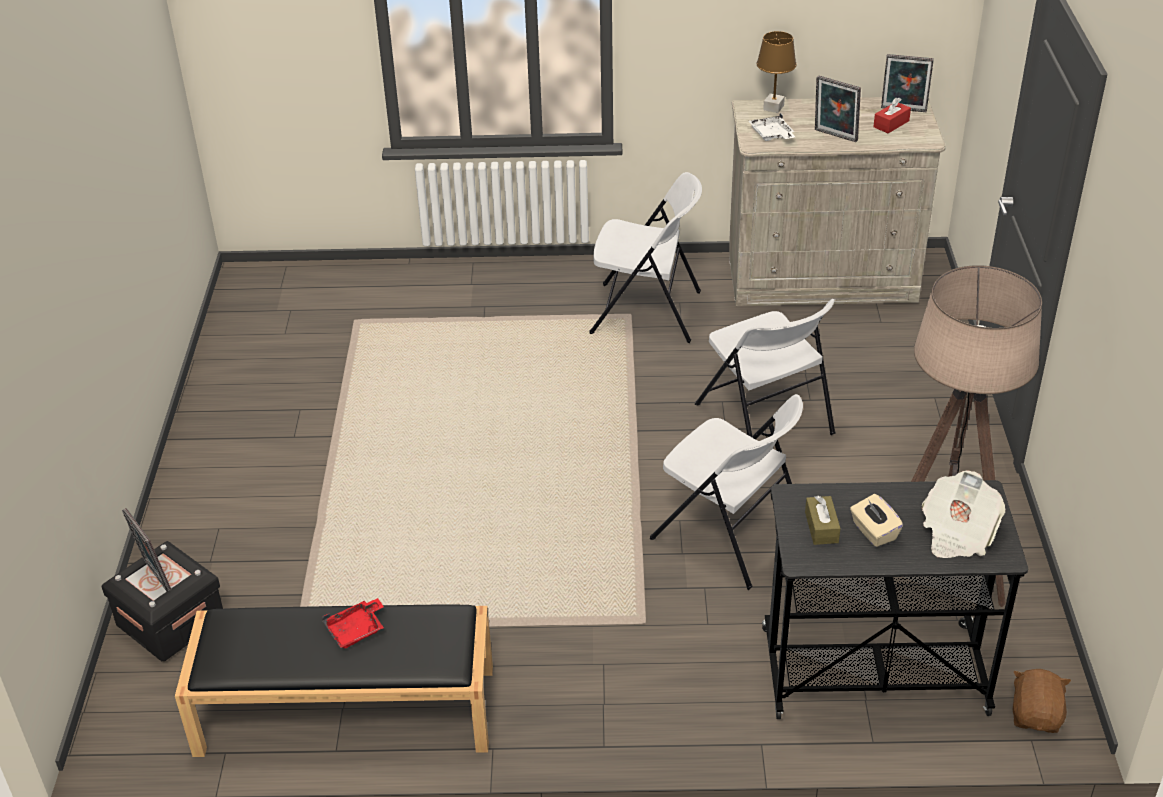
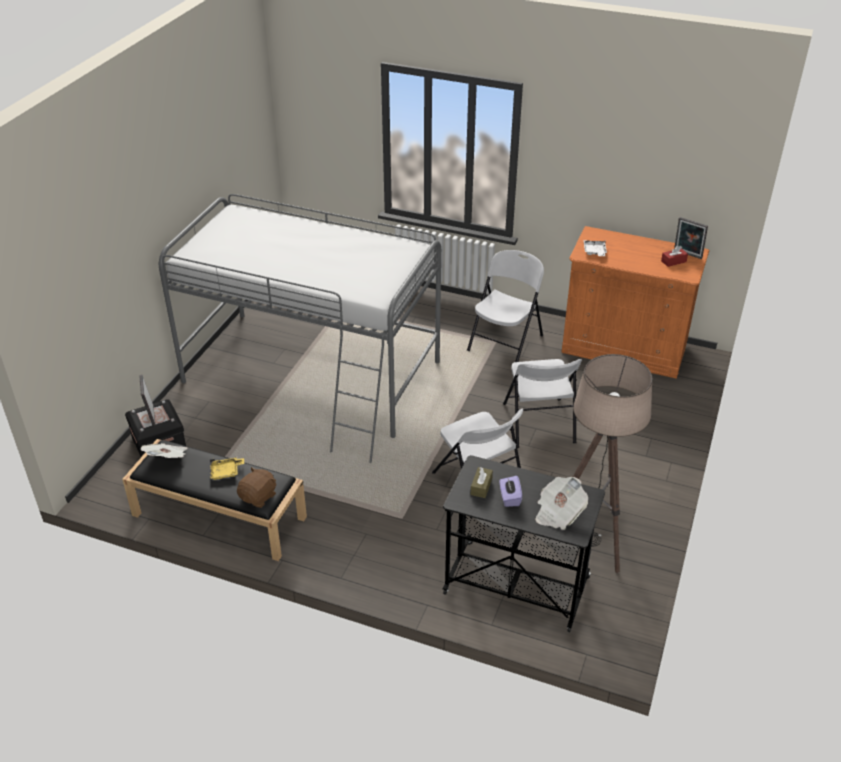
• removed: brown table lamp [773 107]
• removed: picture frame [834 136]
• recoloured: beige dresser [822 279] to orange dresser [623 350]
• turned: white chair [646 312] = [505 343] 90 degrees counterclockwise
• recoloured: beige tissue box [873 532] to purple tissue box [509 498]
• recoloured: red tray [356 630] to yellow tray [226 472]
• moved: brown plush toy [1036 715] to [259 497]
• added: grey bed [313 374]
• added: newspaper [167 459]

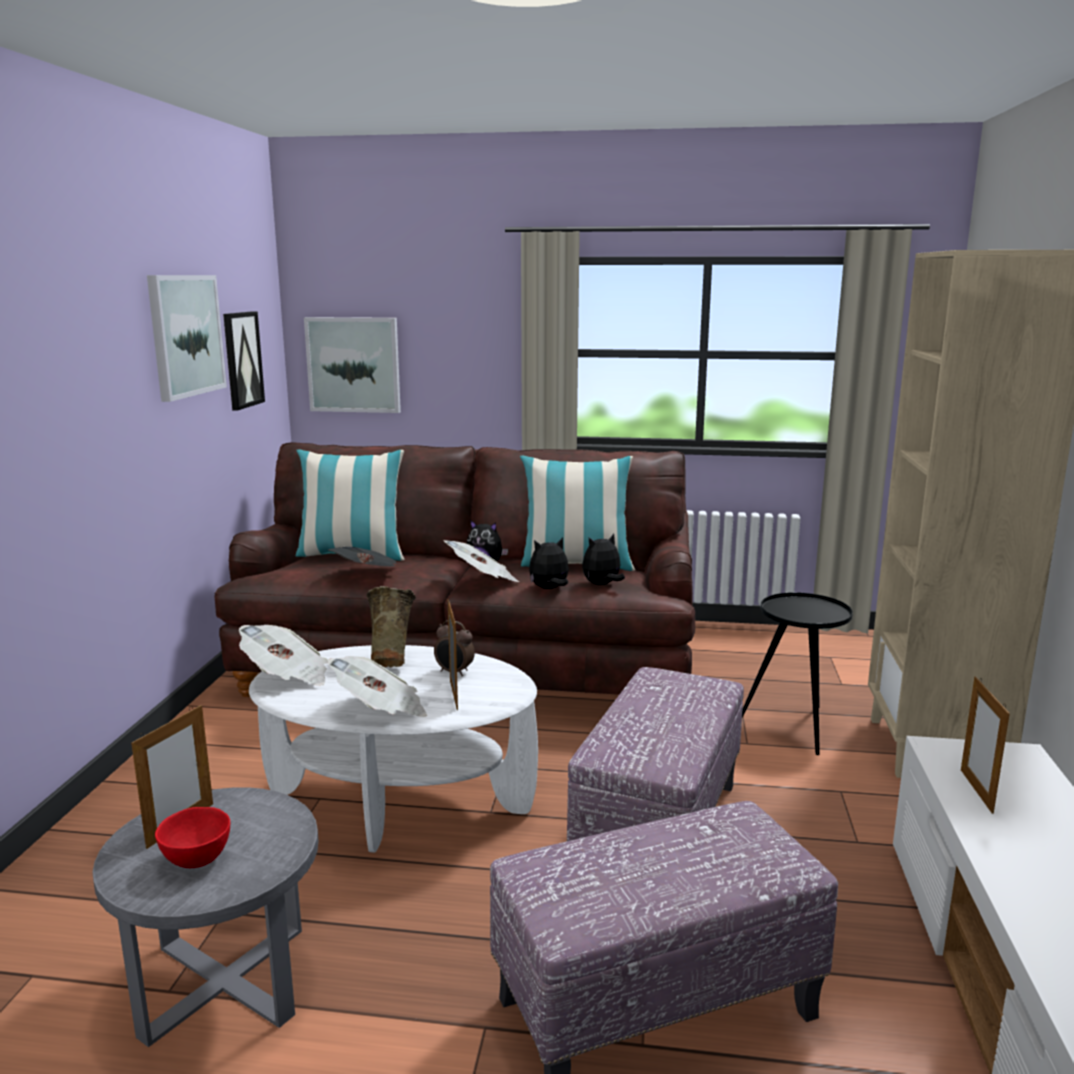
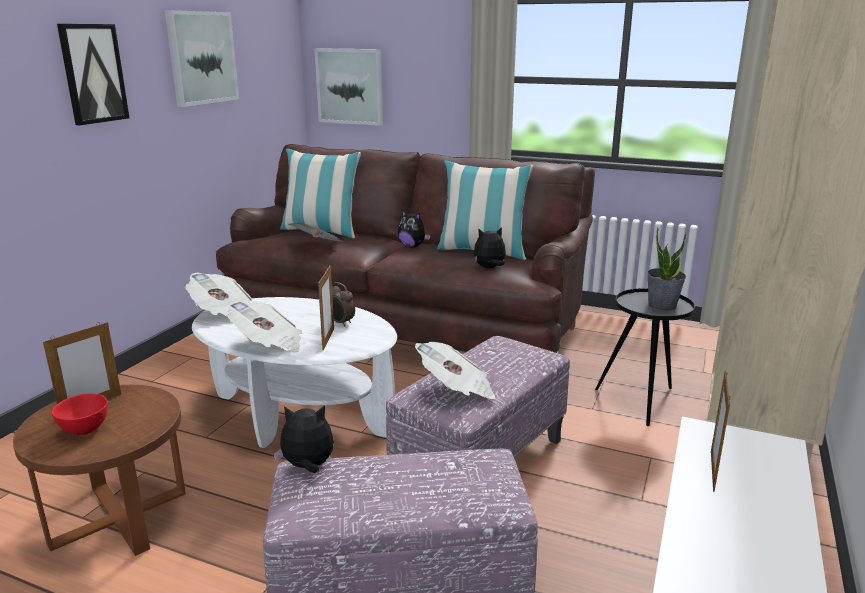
• moved: picture [242 359] to [93 73]
• moved: plush toy [549 589] to [308 467]
• moved: newspaper [482 579] to [456 389]
• removed: beige vase [391 661]
• recoloured: grey side table [225 980] to brown side table [119 517]
• added: potted plant [662 305]

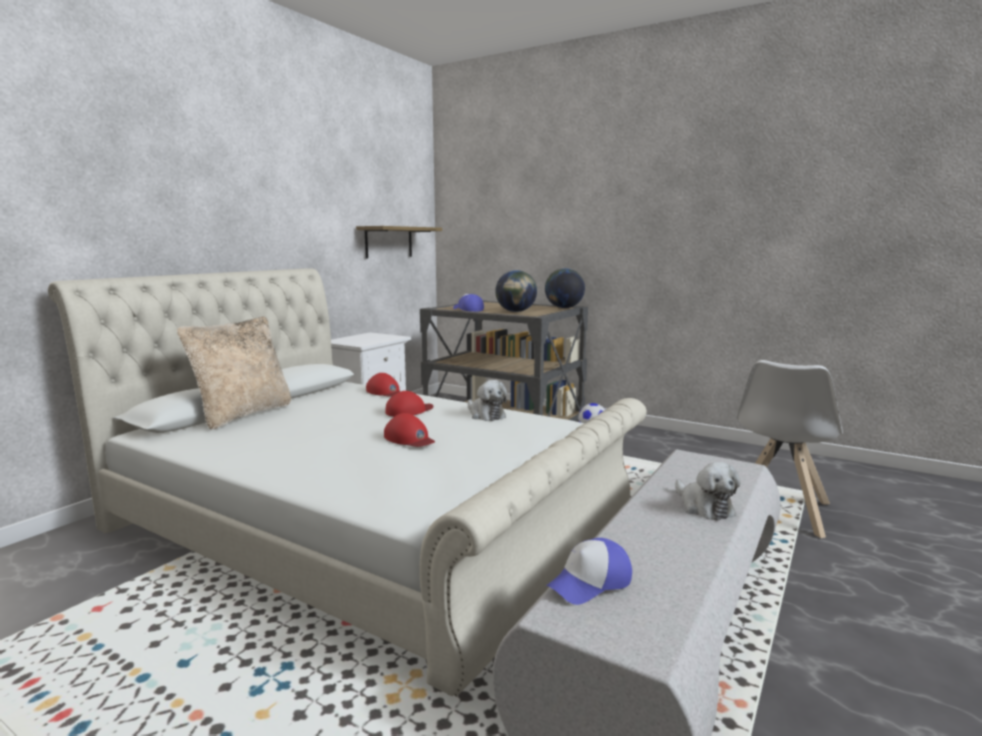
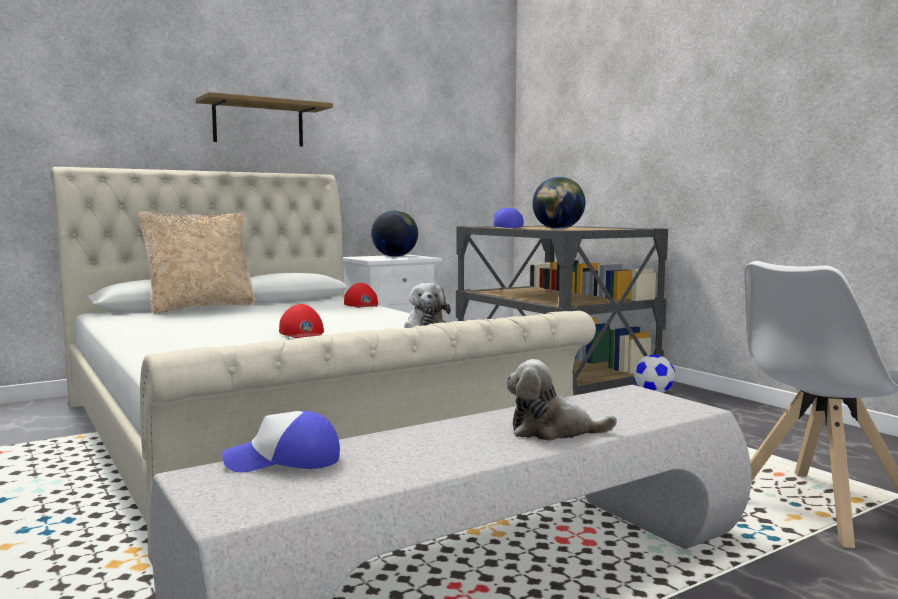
• moved: shelf [388 242] to [258 123]
• moved: globe [564 308] to [394 256]
• removed: red cap [409 411]
• turned: plush toy [704 507] = [552 431] 90 degrees clockwise

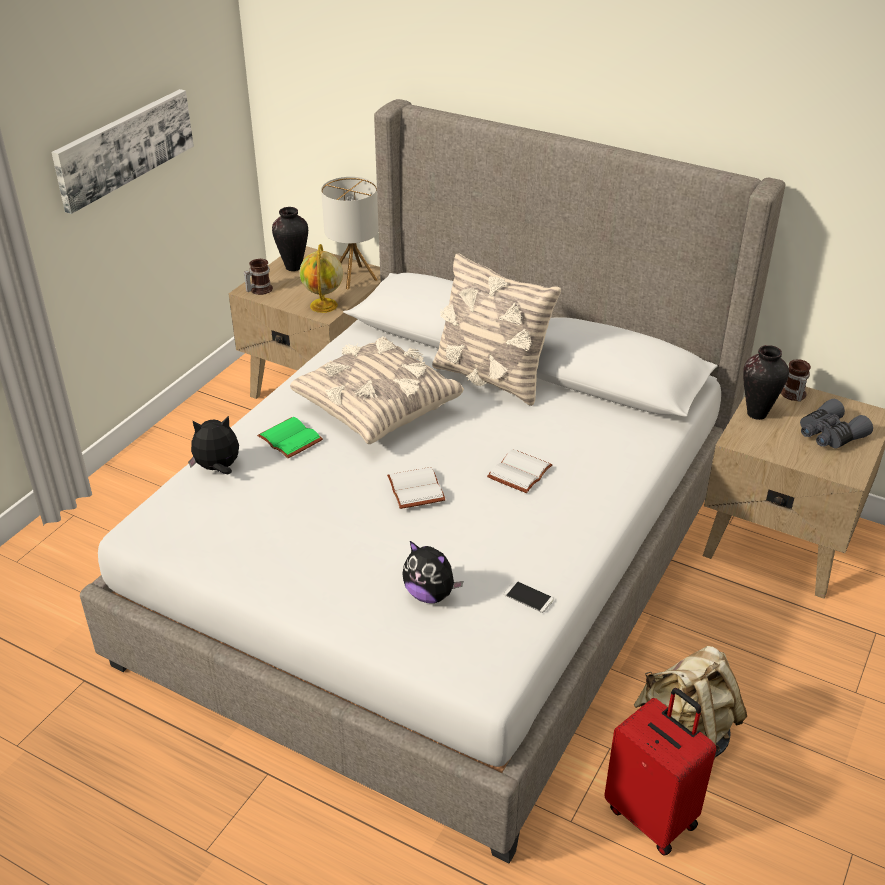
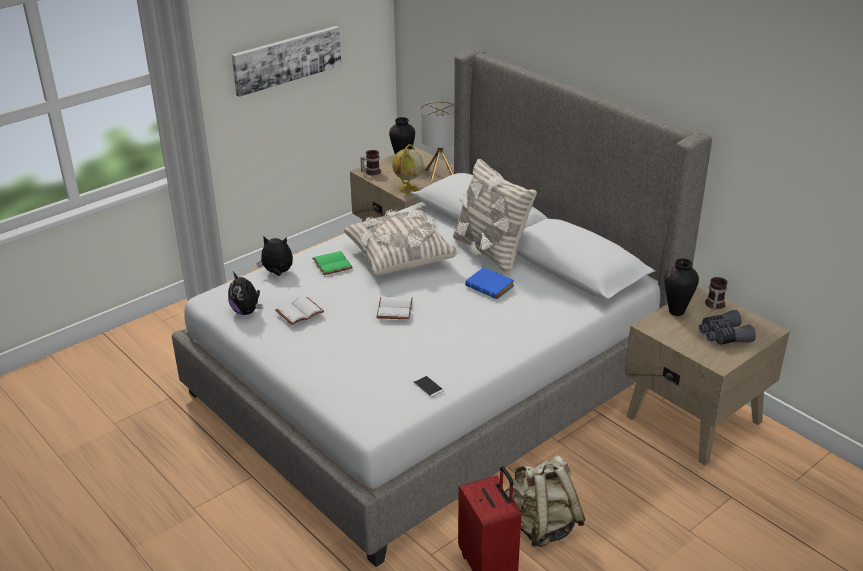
• moved: white book [520 473] to [299 313]
• moved: plush toy [430 594] to [246 311]
• added: blue book [491 287]

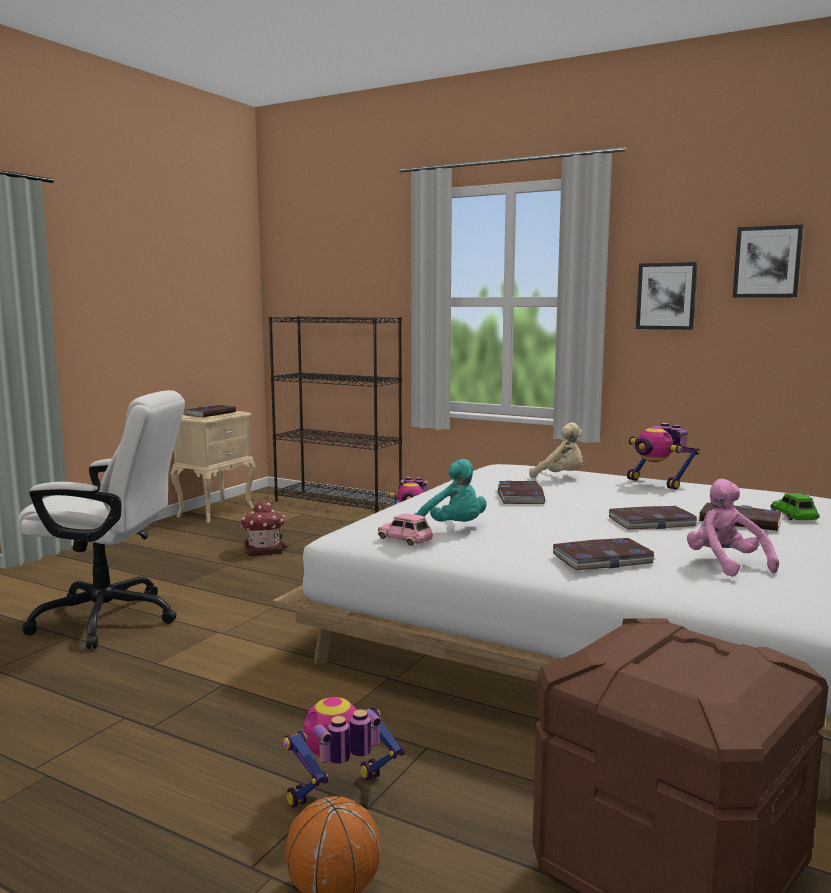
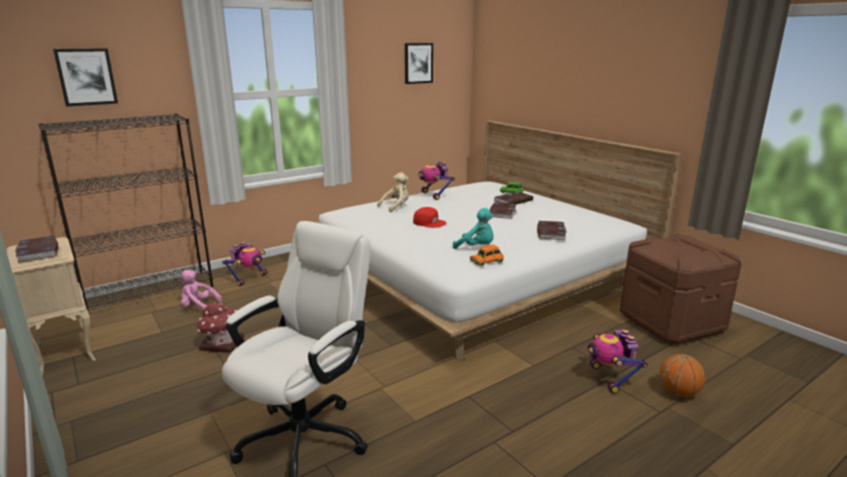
• moved: picture [666 296] to [86 77]
• turned: toy robot [657 483] = [434 195] 75 degrees clockwise
• turned: turquoise plush toy [454 528] = [476 247] 45 degrees clockwise
• moved: pink plush toy [725 564] to [198 307]
• replaced: book [521 496] to red cap [429 222]
• recoloured: pink toy car [406 538] to orange toy car [486 261]

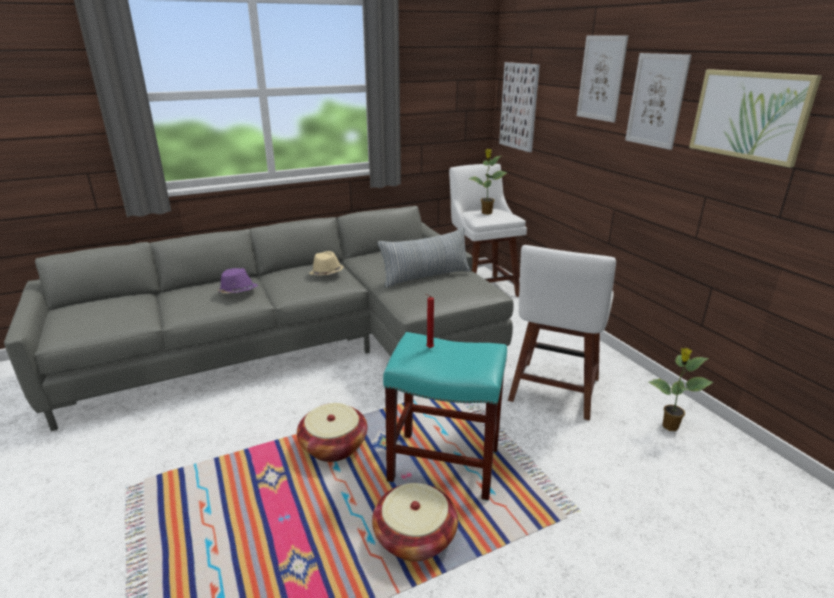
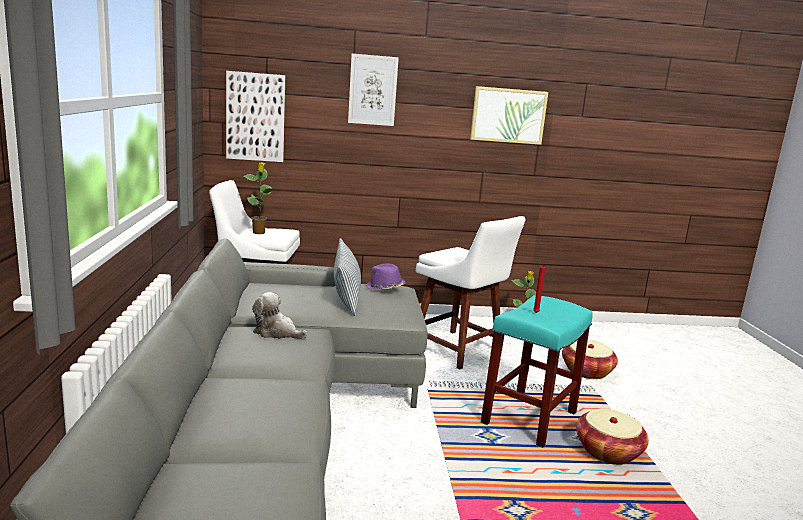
• removed: picture [656 100]
• replaced: beige hat [326 274] to plush toy [276 332]
• moved: purple hat [237 292] to [384 288]
• moved: basket [333 446] to [586 371]

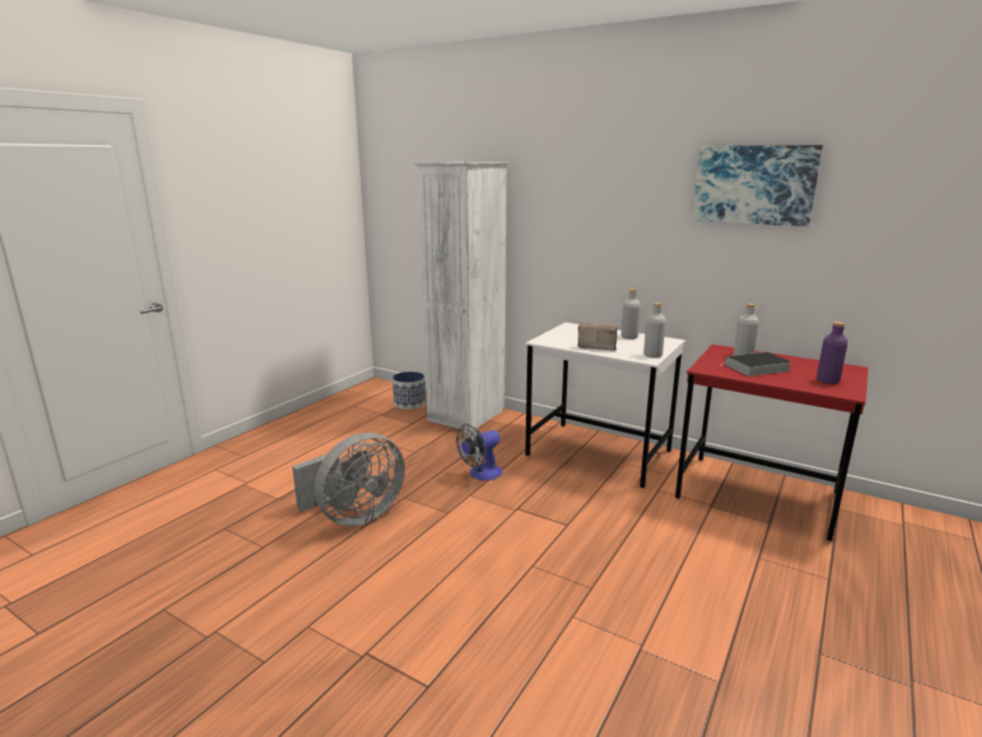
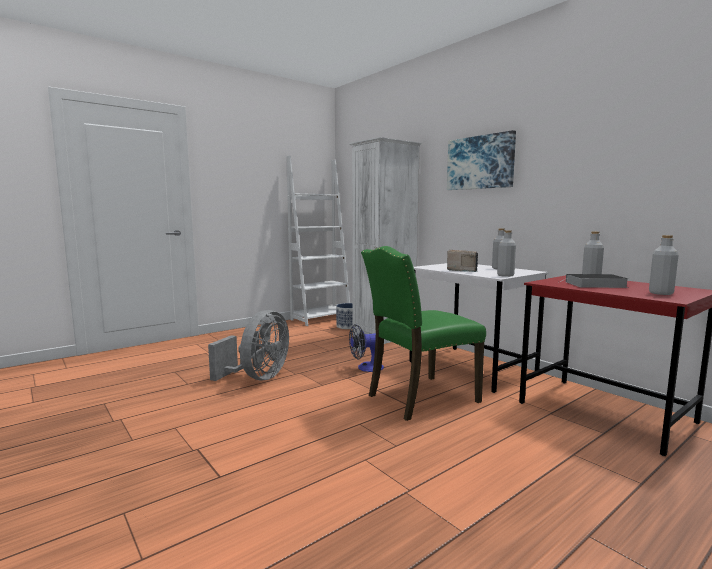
• moved: picture [754 185] to [480 162]
• recoloured: purple bottle [827 380] to grey bottle [661 293]
• turned: grey fan [355 516] = [258 377] 45 degrees counterclockwise
• added: white bookcase [321 318]
• added: green chair [419 398]

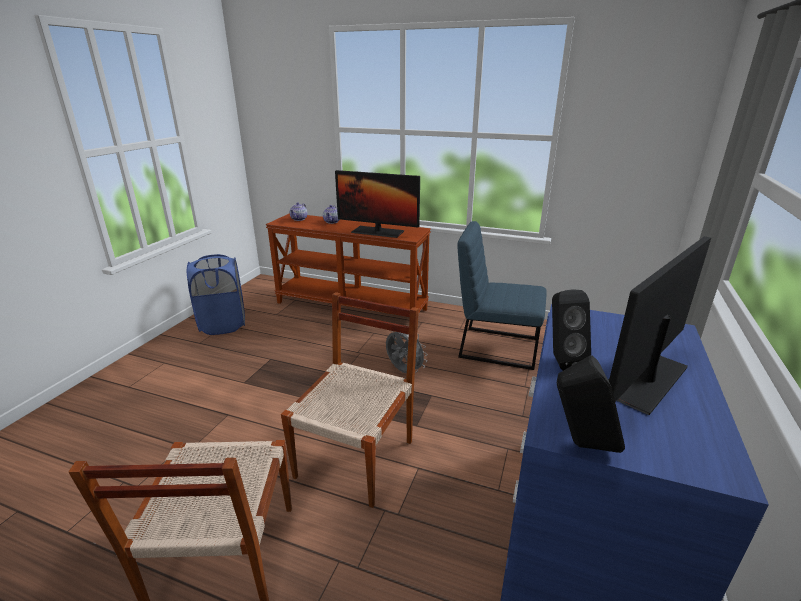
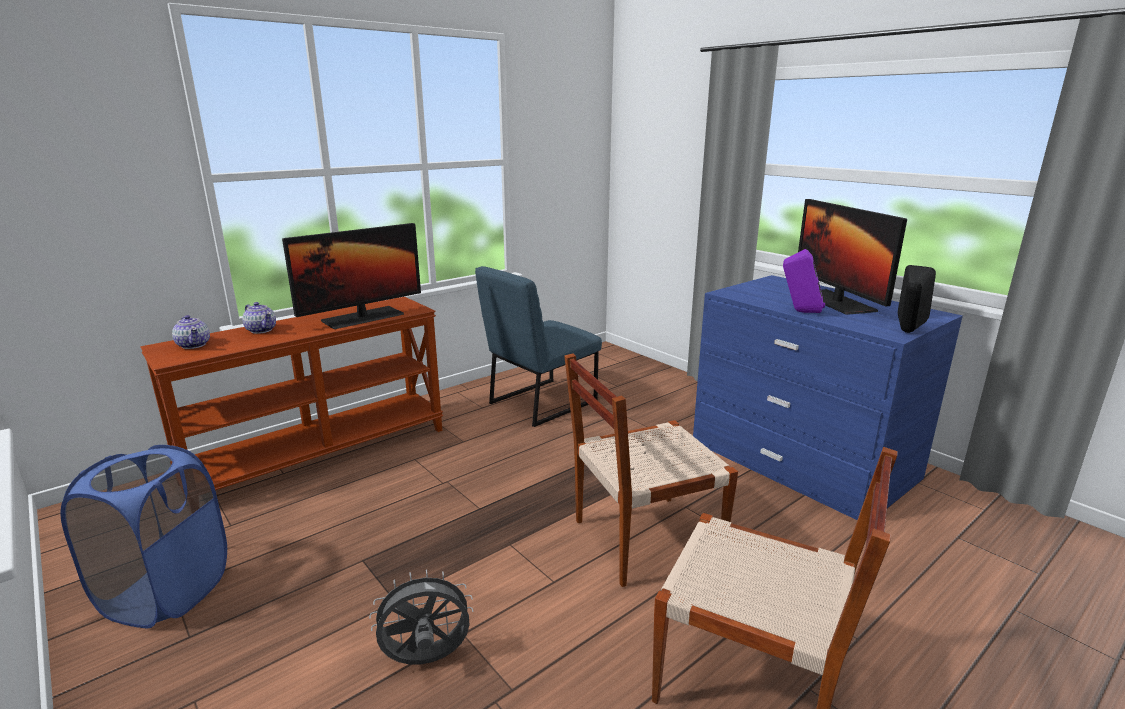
• recoloured: black speaker [561 360] to purple speaker [800 312]
• turned: chair [357 457] = [642 539] 75 degrees counterclockwise
• moved: grey fan [403 371] to [426 660]

